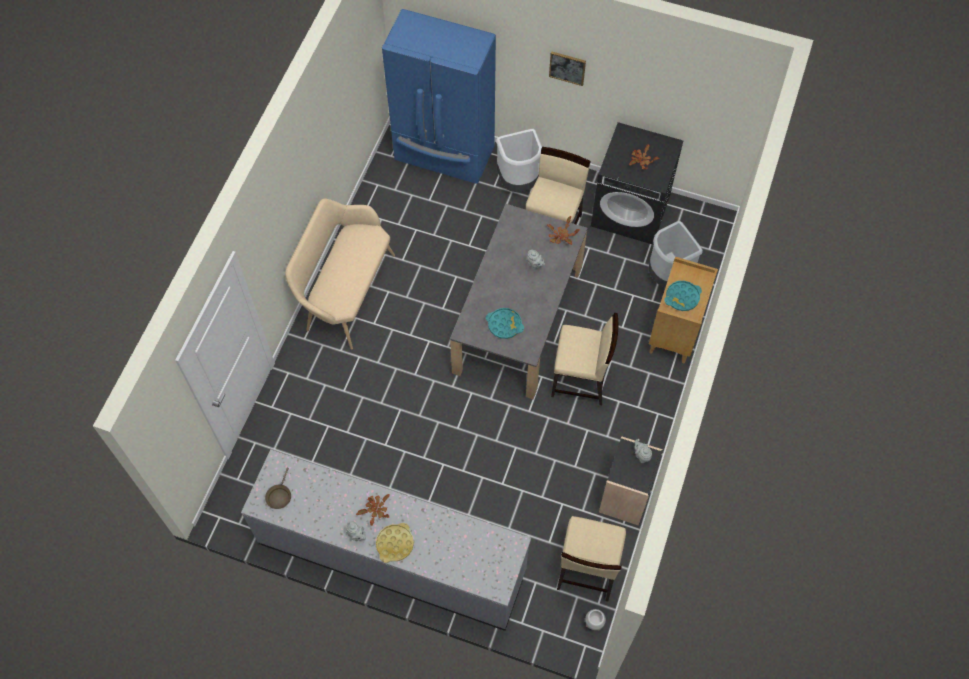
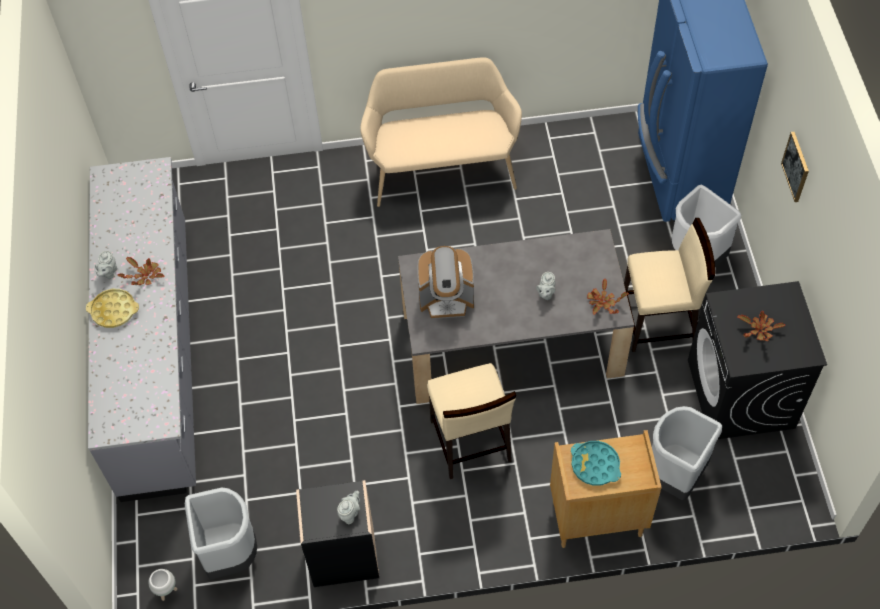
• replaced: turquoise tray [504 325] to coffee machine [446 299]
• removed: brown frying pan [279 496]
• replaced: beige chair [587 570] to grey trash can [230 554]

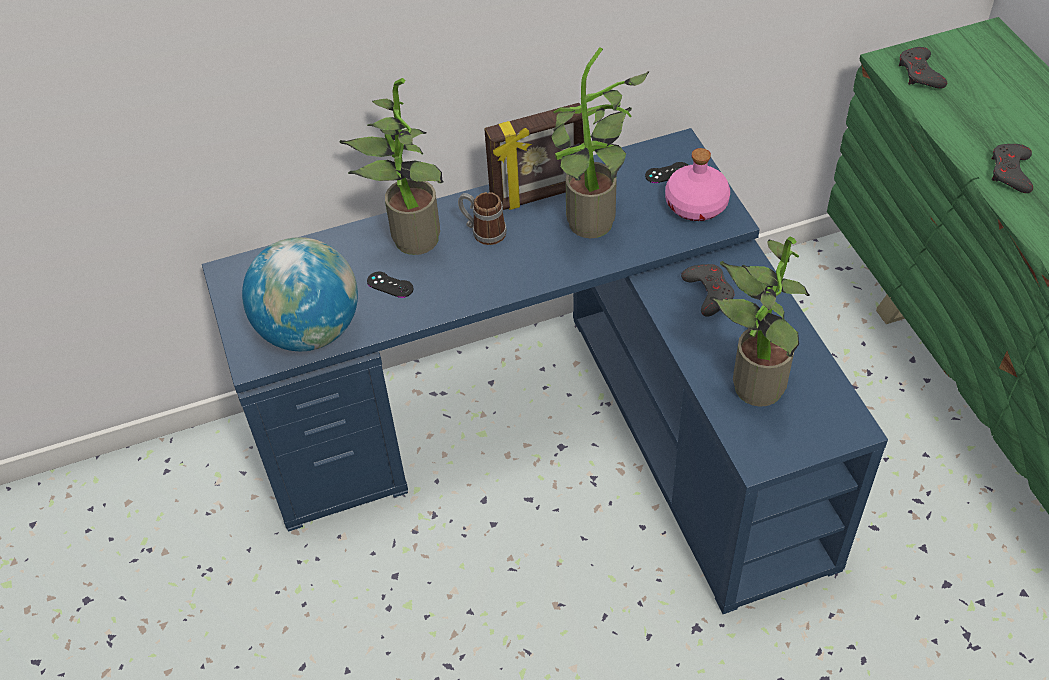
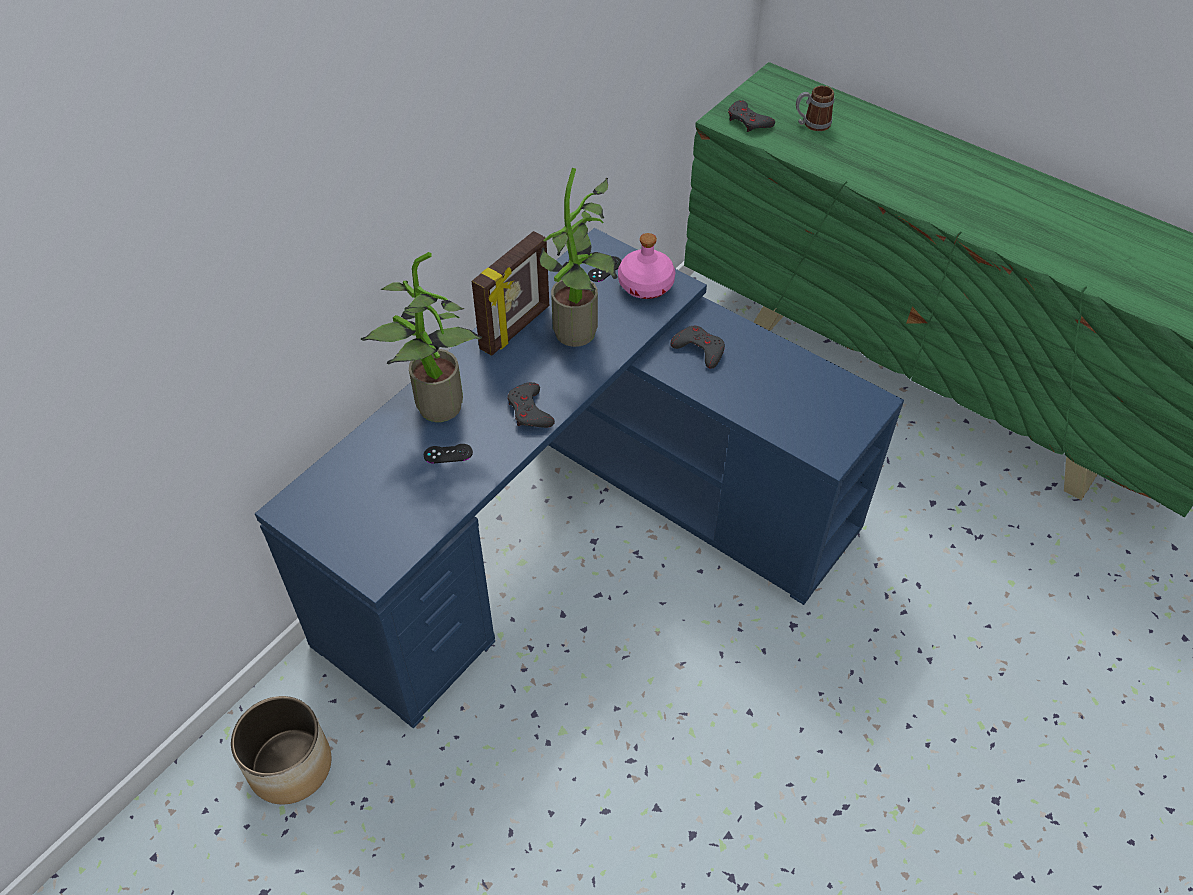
• moved: grey game controller [1010 172] to [529 411]
• moved: mug [483 231] to [811 124]
• removed: globe [310 330]
• removed: potted plant [750 384]
• added: planter [289 765]

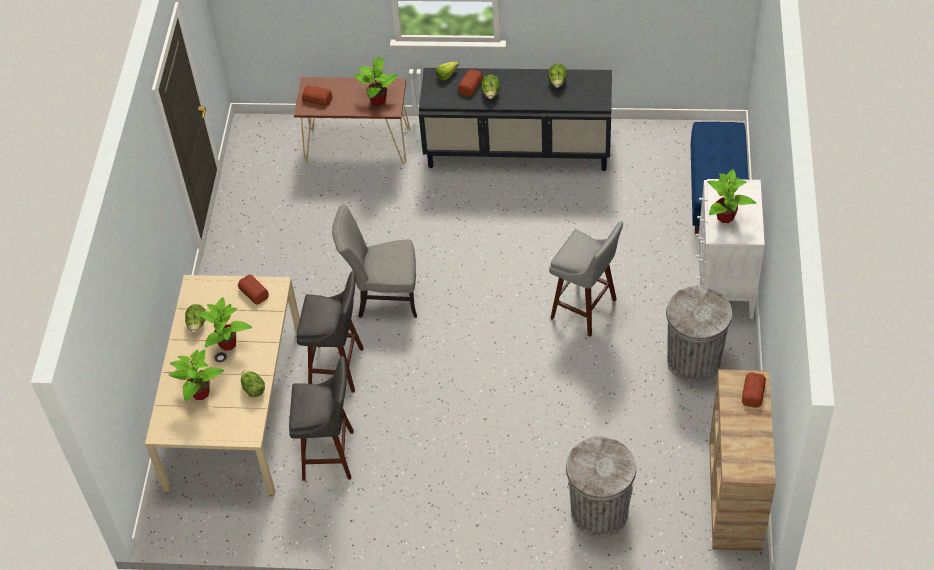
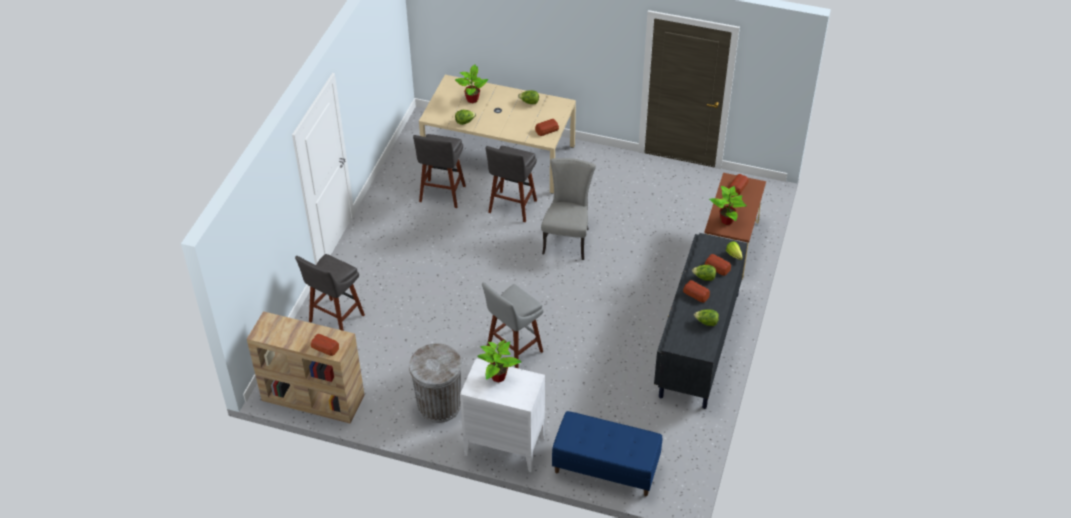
• removed: potted plant [228 344]
• replaced: grey trash can [599 512] to grey stool [335 319]
• added: bread [696 294]

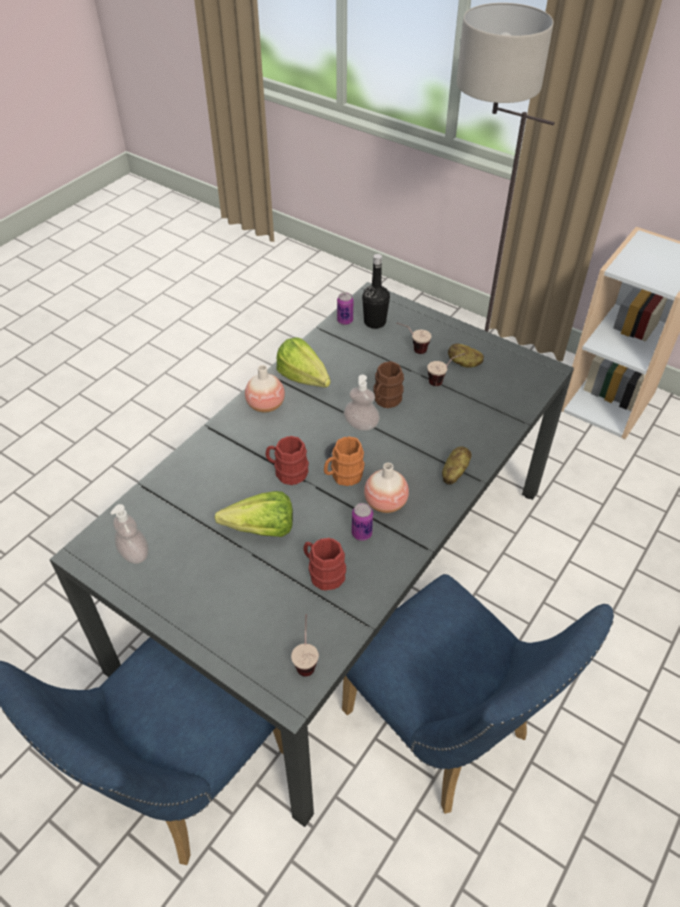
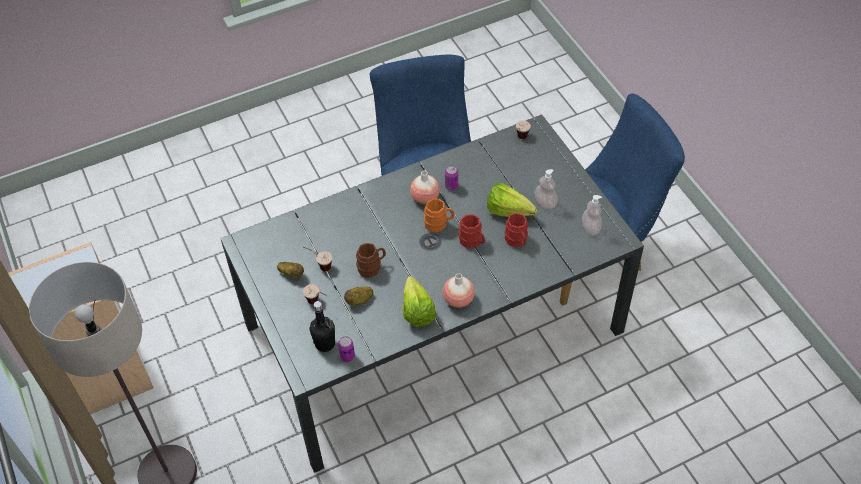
• moved: soap dispenser [361 424] to [545 203]
• moved: potato [454 472] to [359 300]
• moved: red mug [323 573] to [517 241]

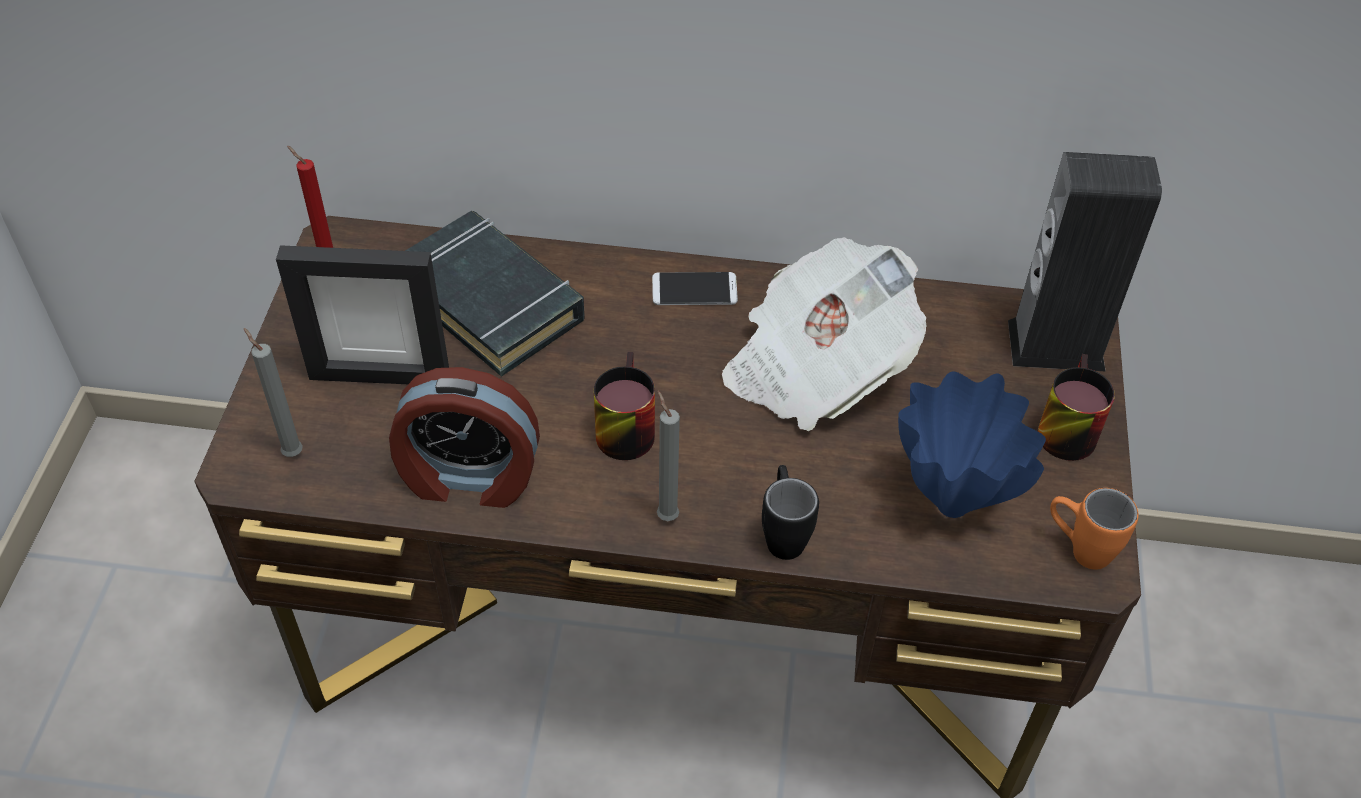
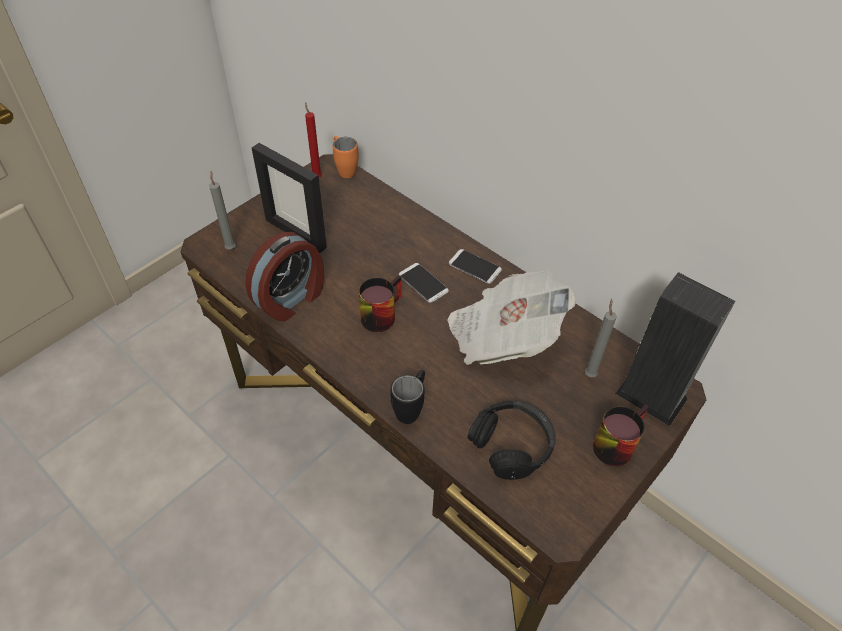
• removed: black book [489 301]
• turned: alarm clock [469 478] = [291 299] 90 degrees counterclockwise
• replaced: blue vase [949 503] to black headphones [512 444]
• moved: grey candle [666 514] to [590 373]
• moved: orange mug [1078 549] to [344 169]
• added: phone [423 283]

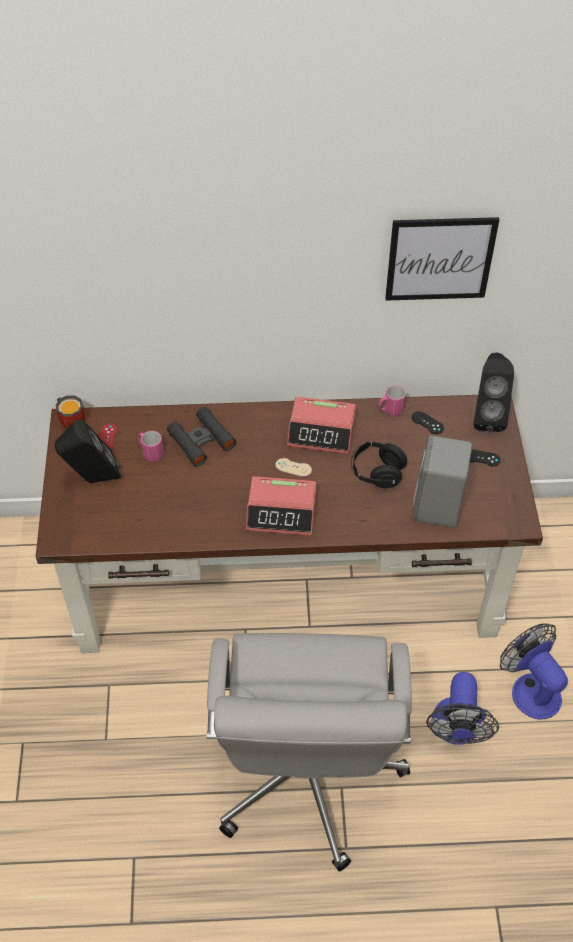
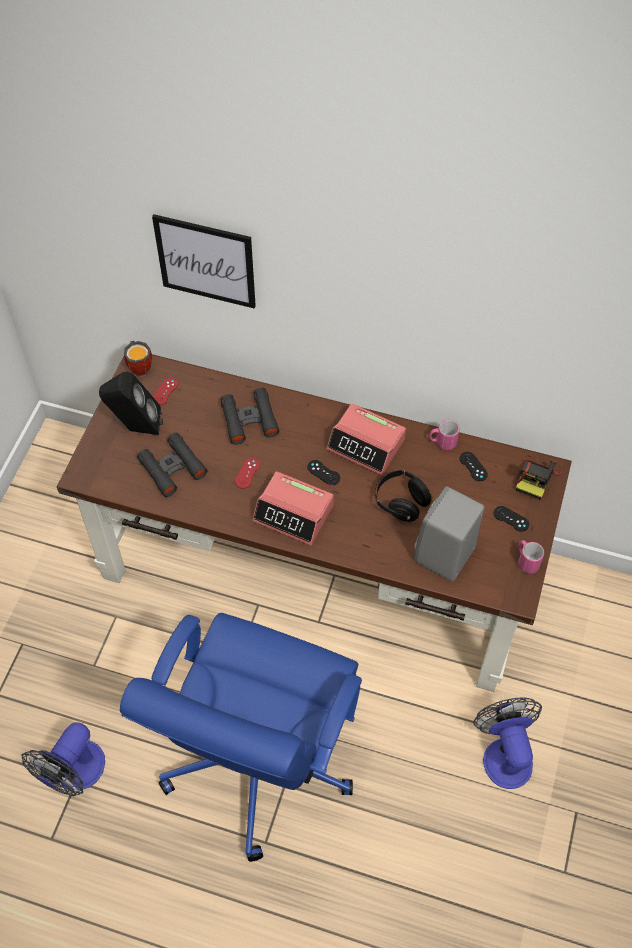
• moved: picture [440 259] to [206 261]
• replaced: black speaker [487 416] to photo camera [536 477]
• moved: pink mug [150 453] to [526 561]
• recoloured: beige game controller [293 467] to black game controller [323 472]
• recoloured: grey office chair [307 772] to blue office chair [259 759]
• moved: fan [456 730] to [74 774]
• added: black binoculars [172 468]
• added: red game controller [247 473]

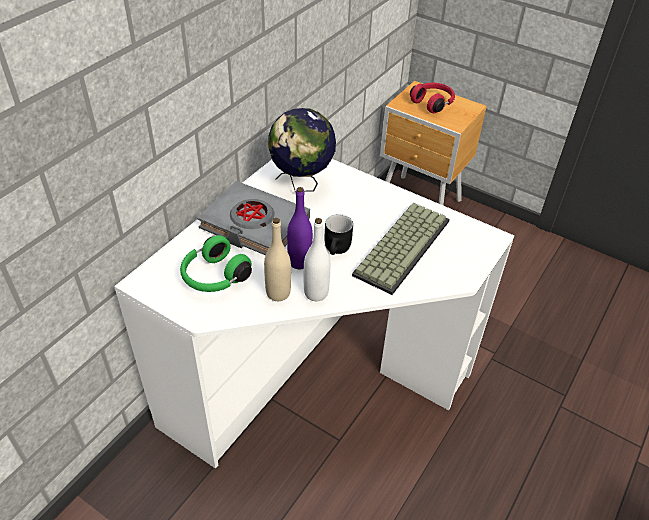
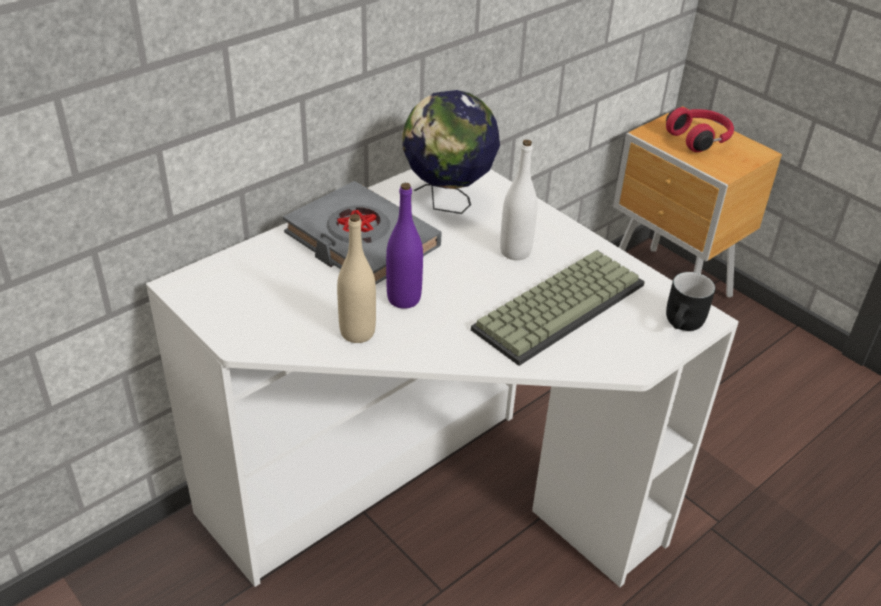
• moved: black mug [338 249] to [685 324]
• moved: white bottle [316 293] to [515 252]
• removed: green headphones [214 277]

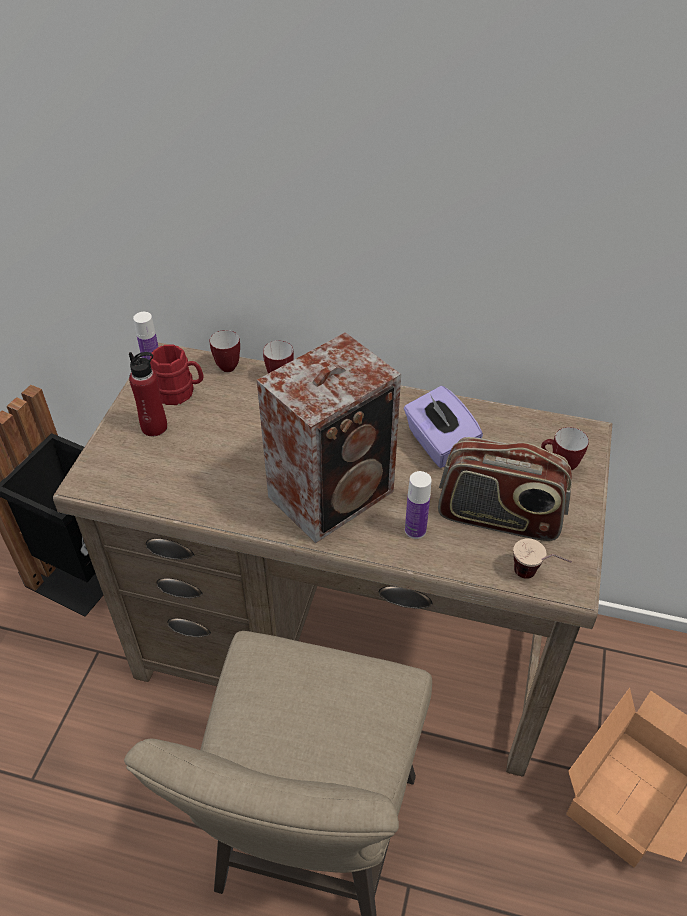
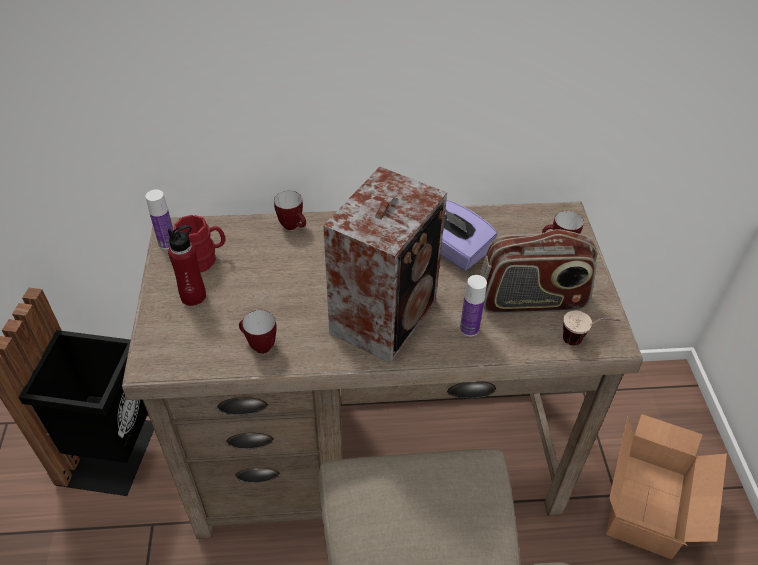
• moved: mug [225 365] to [258 346]

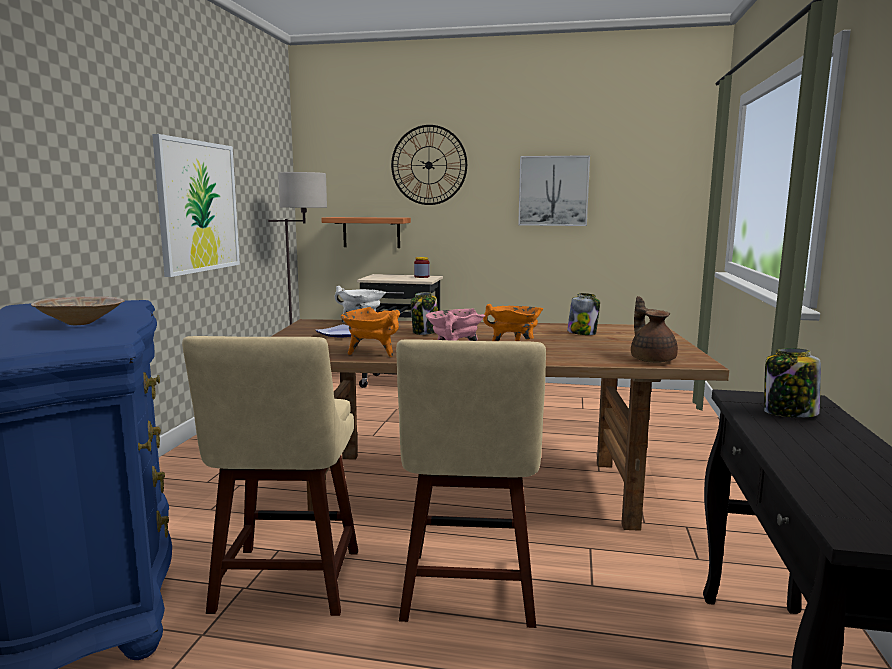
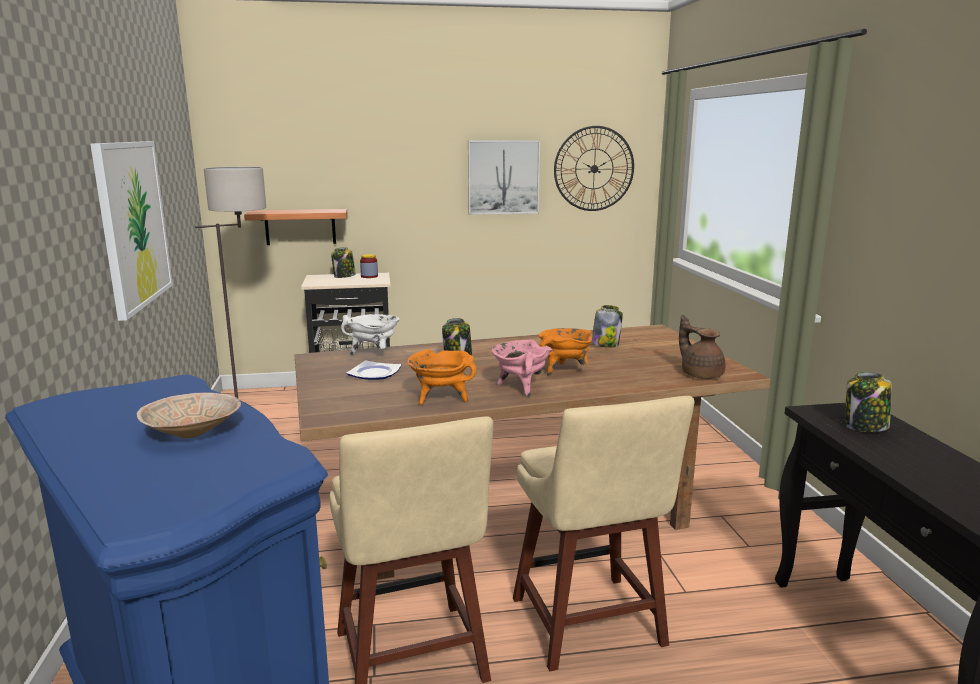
• moved: wall clock [429 165] to [594 169]
• added: jar [344 276]

